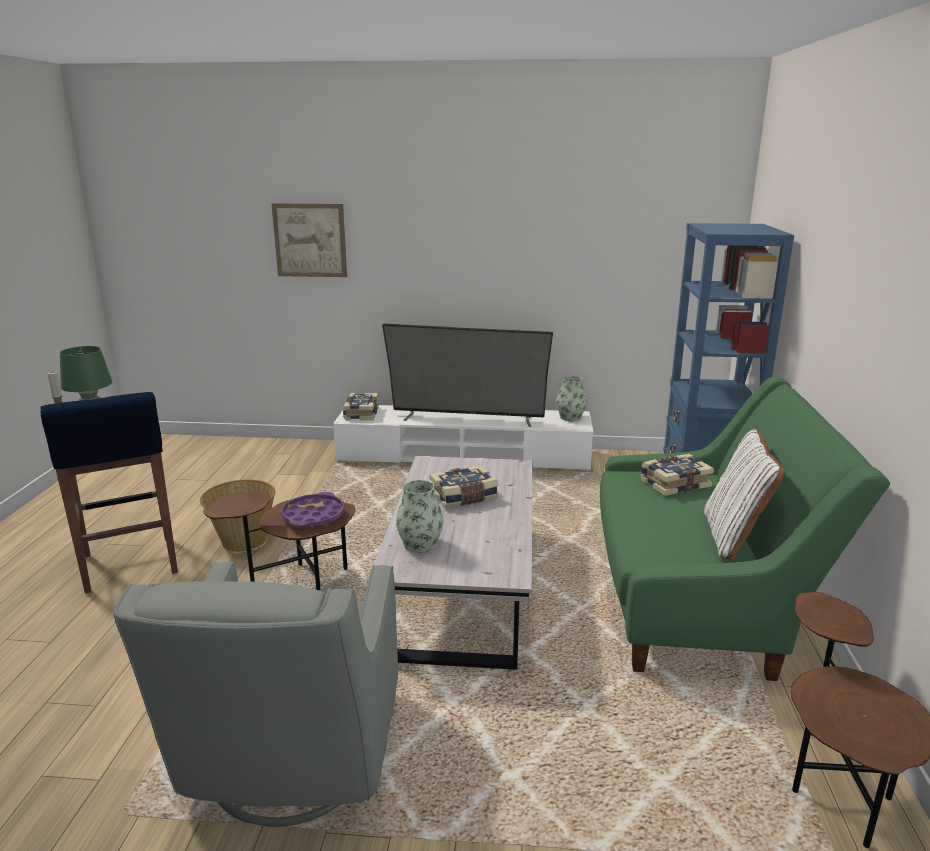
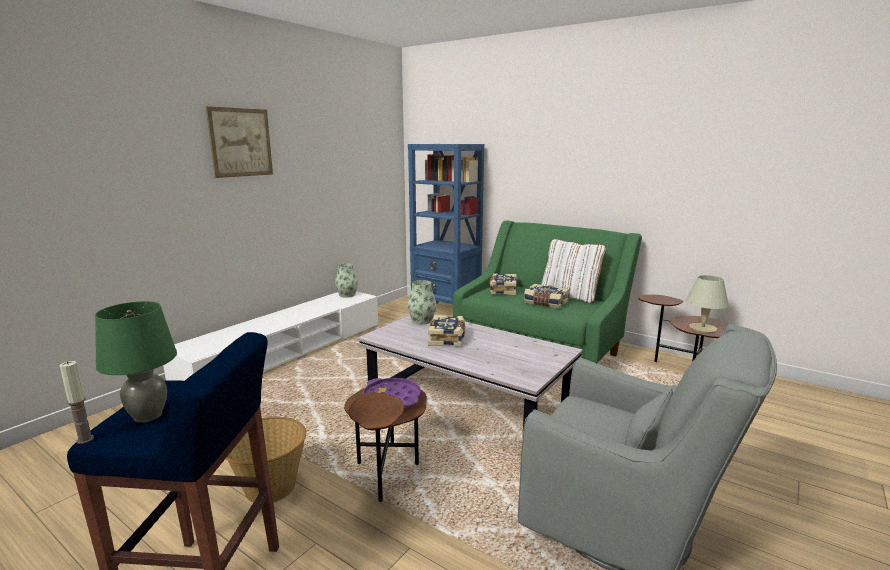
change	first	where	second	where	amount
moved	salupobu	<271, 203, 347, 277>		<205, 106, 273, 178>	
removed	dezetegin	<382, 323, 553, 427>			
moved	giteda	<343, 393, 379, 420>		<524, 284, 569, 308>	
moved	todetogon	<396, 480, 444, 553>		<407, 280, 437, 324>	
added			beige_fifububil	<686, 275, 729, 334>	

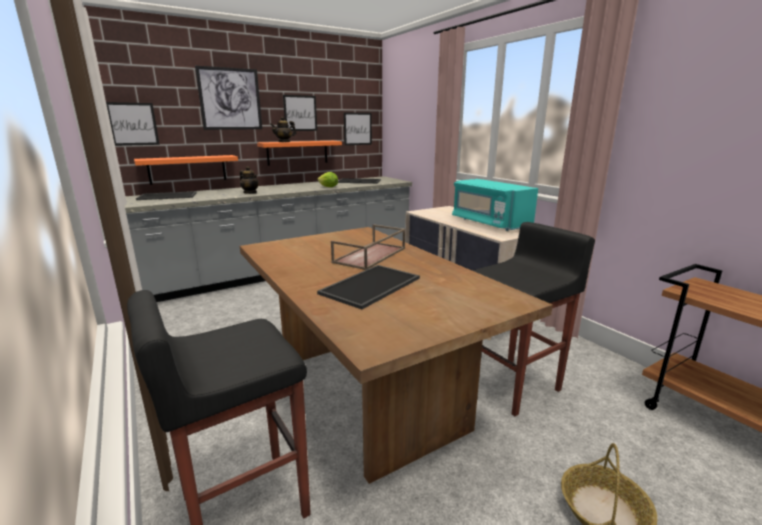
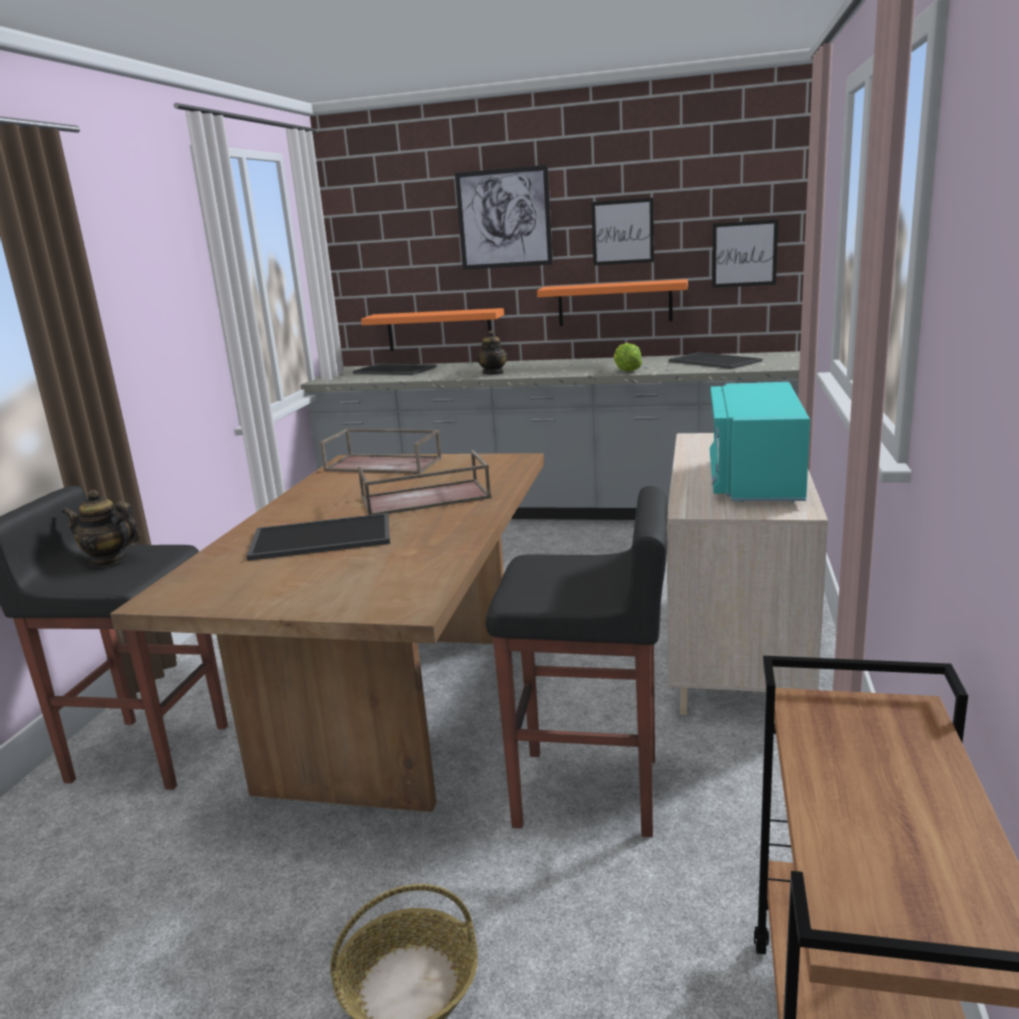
change	first	where	second	where	amount
removed	salupobu	<106, 102, 160, 146>			
moved	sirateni	<270, 117, 297, 142>		<62, 490, 141, 567>	
added			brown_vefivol	<320, 429, 442, 474>	

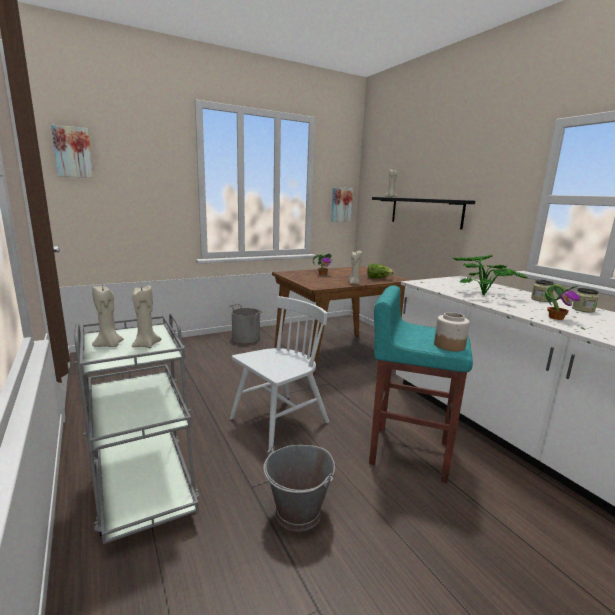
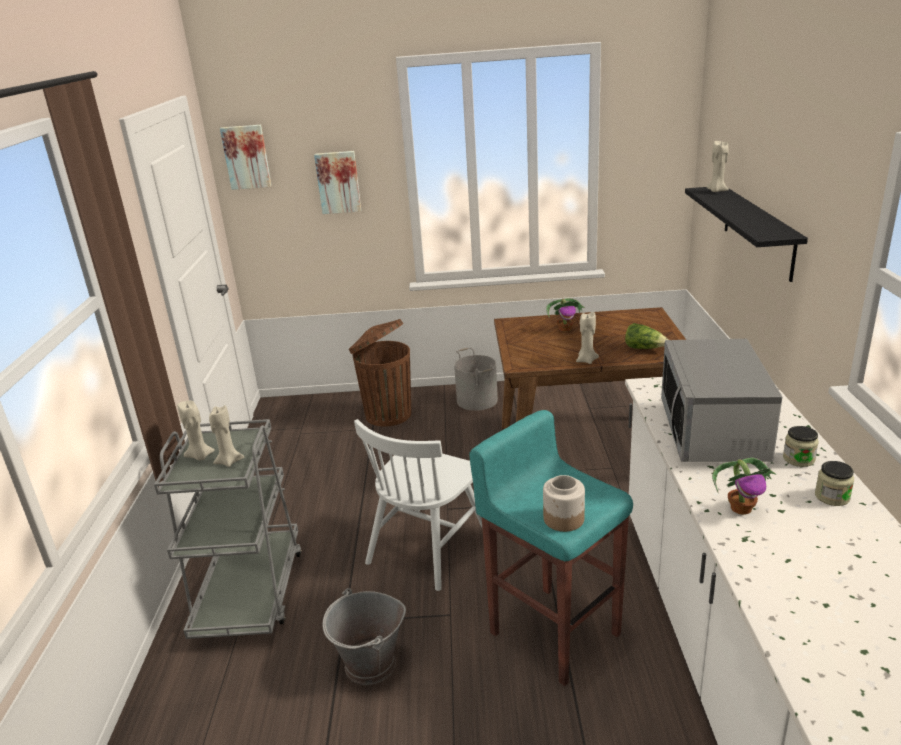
change	first	where	second	where	amount
moved	salupobu	<331, 187, 353, 222>		<314, 151, 361, 214>	
replaced	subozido	<452, 254, 528, 296>	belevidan	<661, 339, 782, 462>	
turned	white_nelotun	<230, 296, 329, 450>		<354, 419, 482, 591>	135 degrees clockwise
added			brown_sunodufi	<349, 319, 411, 427>	

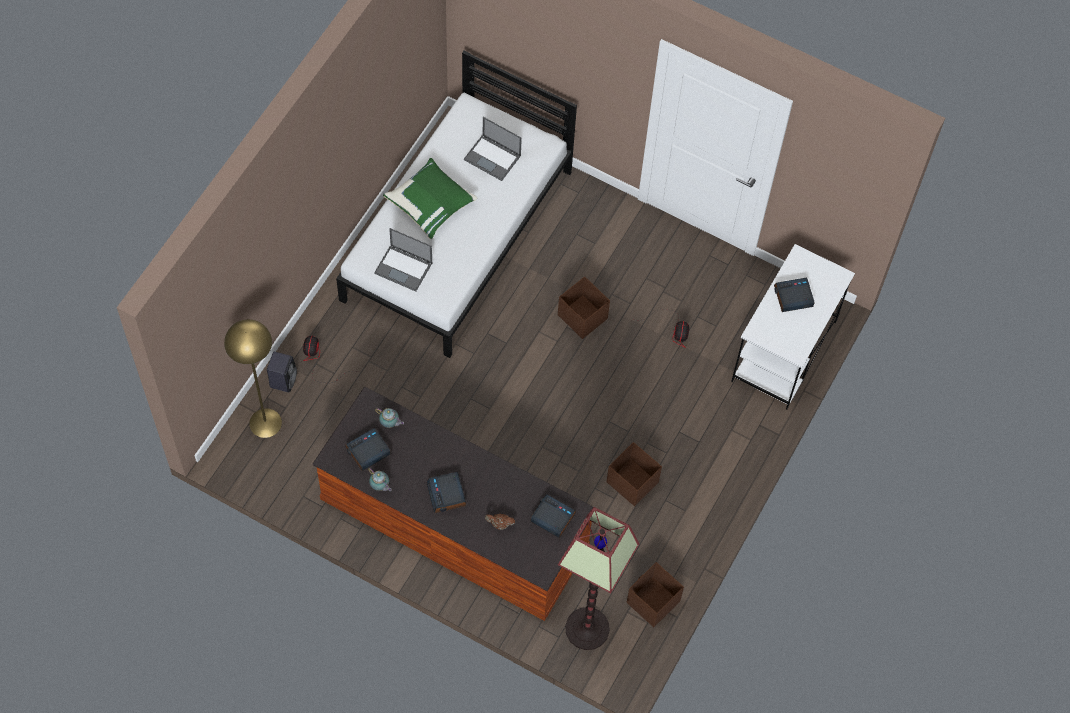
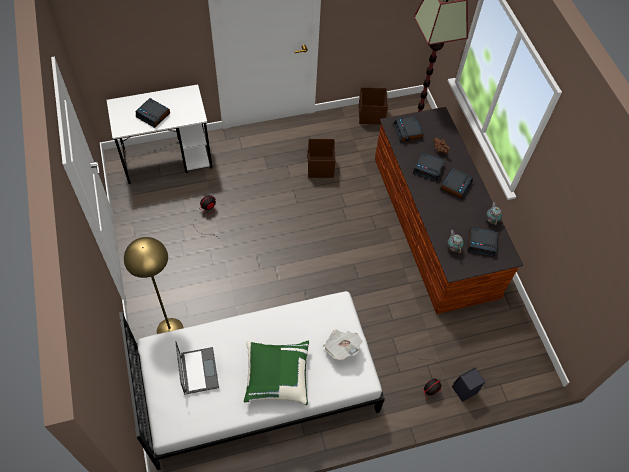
change	first	where	second	where	amount
replaced	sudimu	<374, 228, 432, 292>	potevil	<323, 330, 363, 360>	
removed	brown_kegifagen	<558, 276, 610, 339>			
moved	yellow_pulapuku	<224, 319, 282, 438>		<124, 237, 183, 334>	
added			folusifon	<413, 152, 445, 182>	

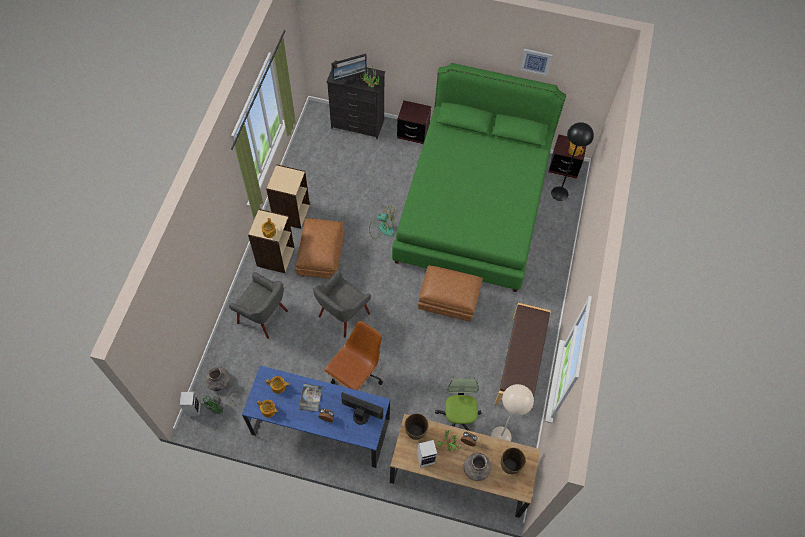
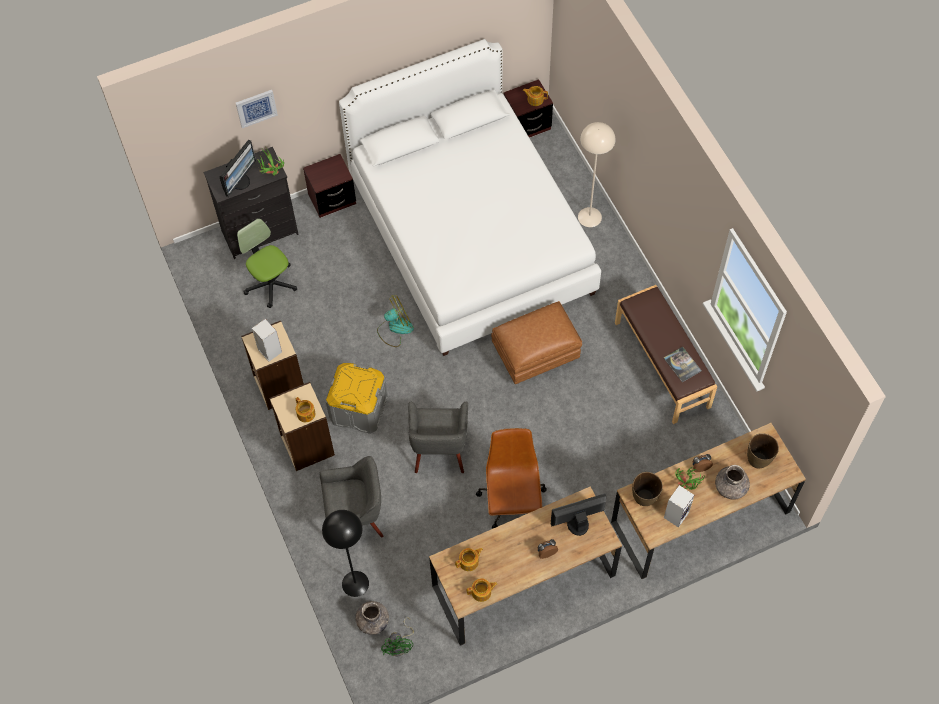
change	first	where	second	where	amount
moved	salupobu	<519, 49, 552, 76>		<236, 90, 278, 128>	
recoloured	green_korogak	<392, 63, 566, 292>	white_korogak	<339, 39, 601, 356>	
moved	black_pulapuku	<551, 122, 594, 201>		<322, 510, 369, 597>	
replaced	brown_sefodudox	<295, 218, 344, 279>	grey_kegifagen	<326, 363, 388, 434>	
recoloured	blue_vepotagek	<242, 365, 390, 468>	brown_vepotagek	<429, 486, 622, 646>	
moved	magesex	<435, 378, 482, 431>		<237, 218, 297, 308>	
moved	giteda	<299, 384, 323, 412>		<664, 347, 702, 382>	
moved	beige_pulapuku	<491, 384, 534, 441>		<578, 122, 615, 227>	
moved	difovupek	<179, 392, 201, 416>		<252, 319, 282, 362>	

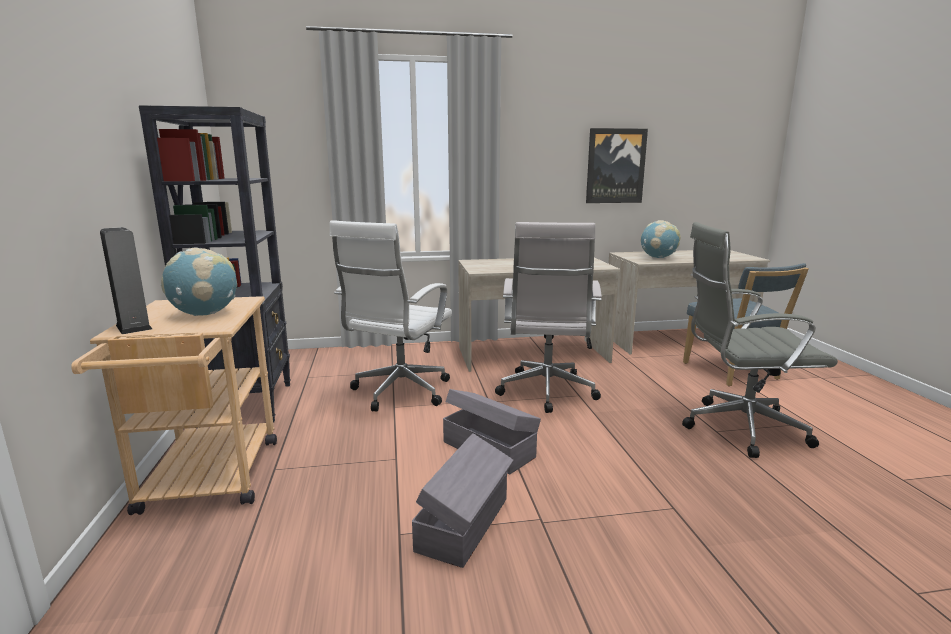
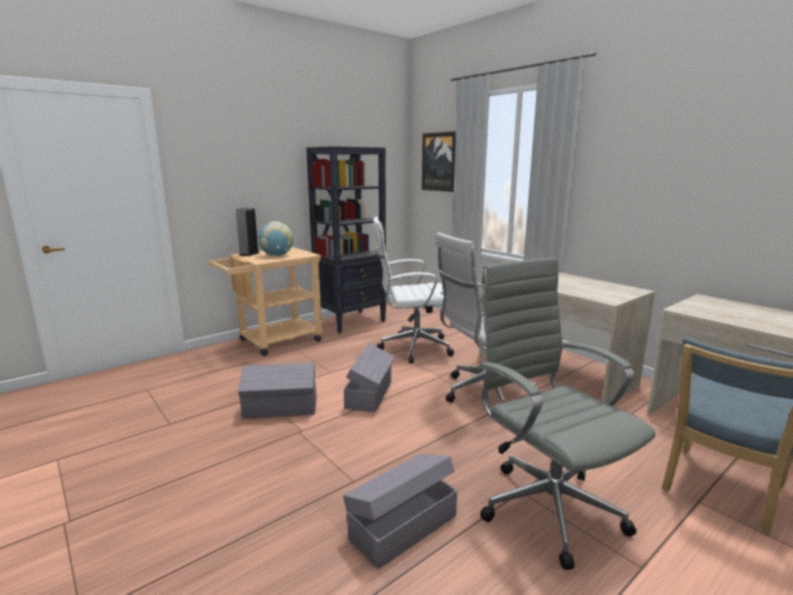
change	first	where	second	where	amount
moved	salupobu	<586, 128, 648, 203>		<422, 131, 456, 192>	
removed	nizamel	<641, 220, 681, 258>			
added			grey_kegifagen	<343, 454, 457, 569>	

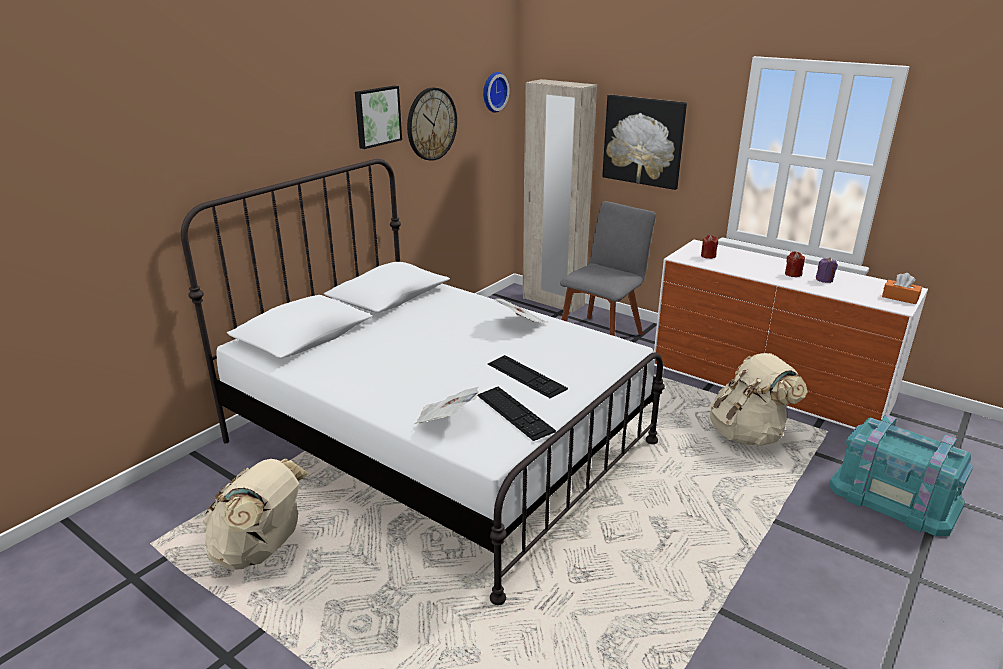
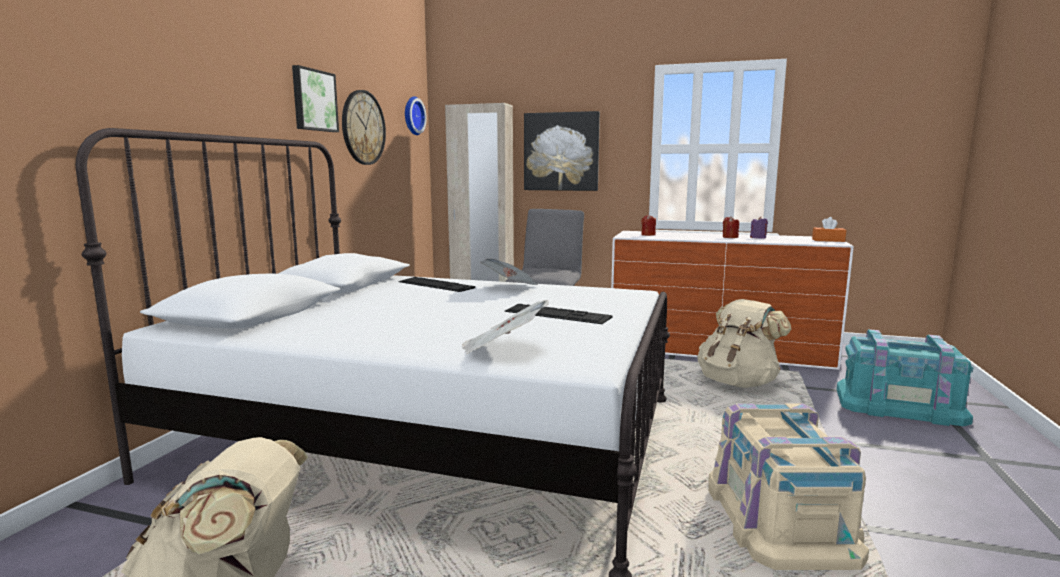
change	first	where	second	where	amount
moved	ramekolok	<477, 387, 556, 441>		<399, 277, 475, 292>	
added			beige_kegifagen	<708, 403, 869, 570>	

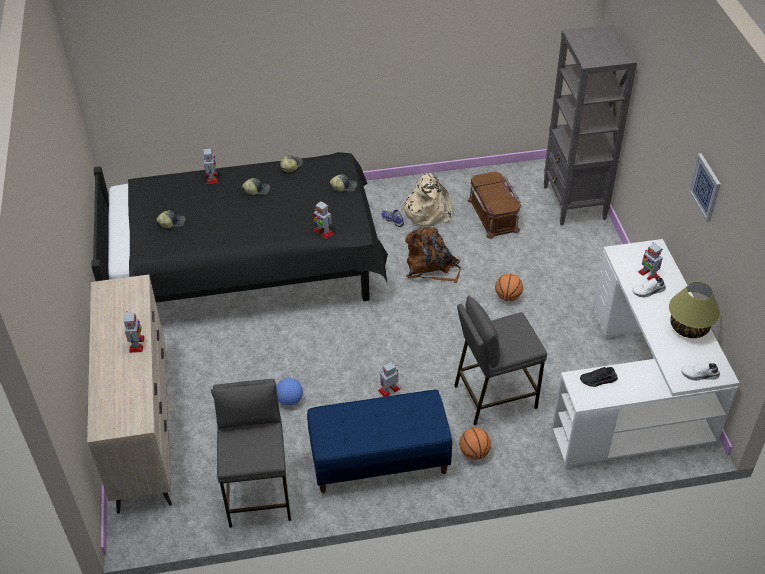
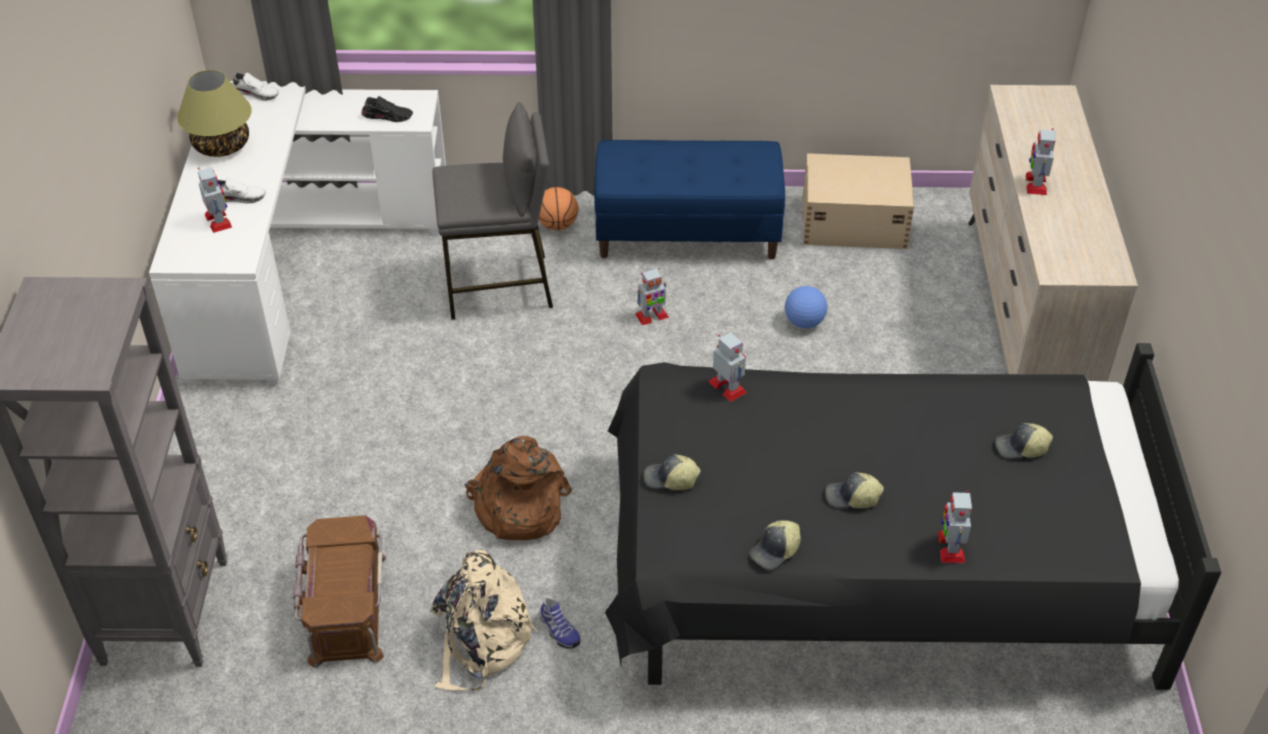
change	first	where	second	where	amount
removed	salupobu	<689, 153, 721, 222>			
removed	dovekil	<495, 274, 523, 301>			
replaced	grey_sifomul	<211, 379, 291, 528>	beige_kegifagen	<803, 153, 914, 249>	

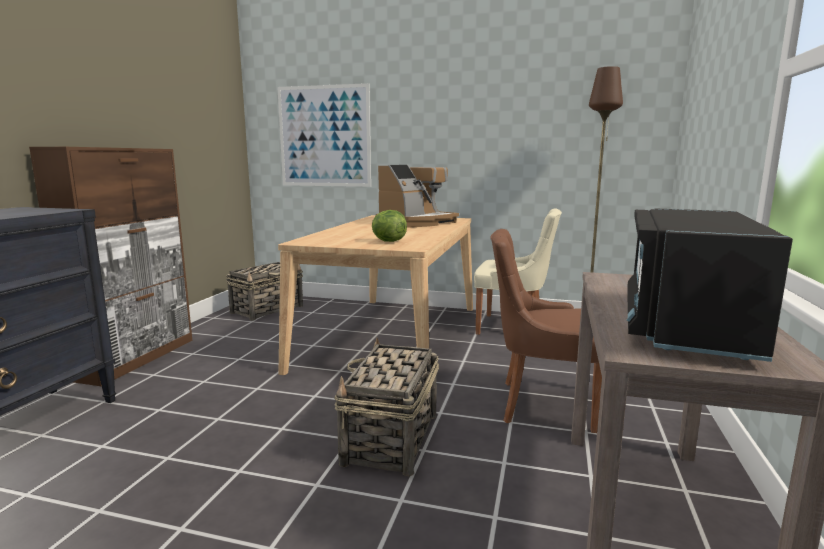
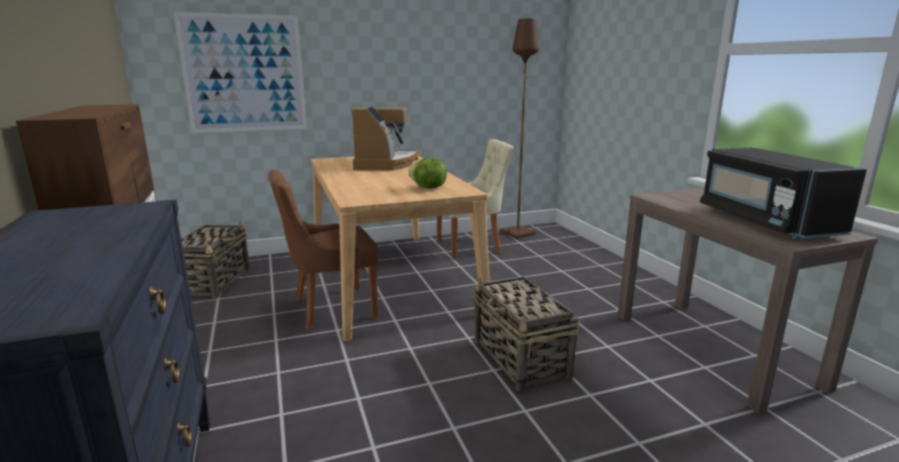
change	first	where	second	where	amount
moved	brown_nelotun	<490, 229, 602, 433>		<268, 170, 379, 330>	

